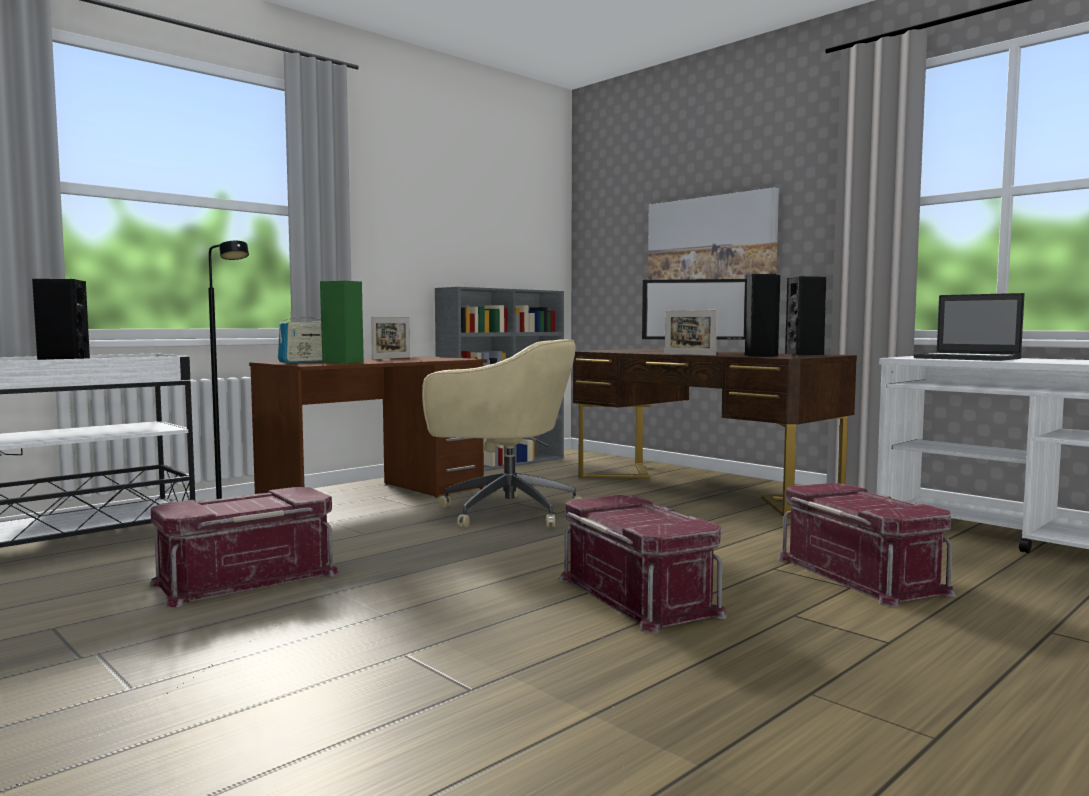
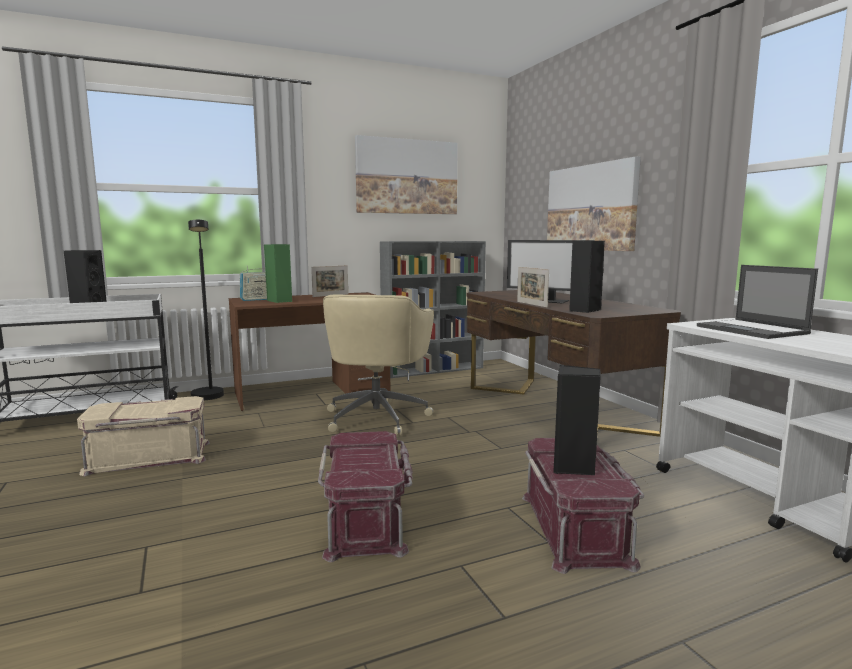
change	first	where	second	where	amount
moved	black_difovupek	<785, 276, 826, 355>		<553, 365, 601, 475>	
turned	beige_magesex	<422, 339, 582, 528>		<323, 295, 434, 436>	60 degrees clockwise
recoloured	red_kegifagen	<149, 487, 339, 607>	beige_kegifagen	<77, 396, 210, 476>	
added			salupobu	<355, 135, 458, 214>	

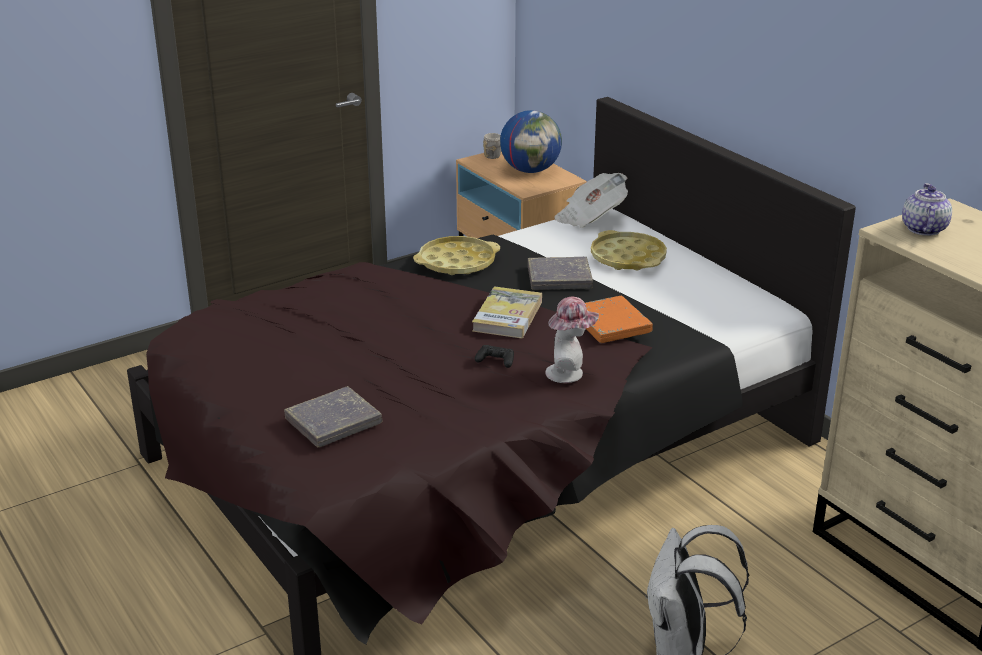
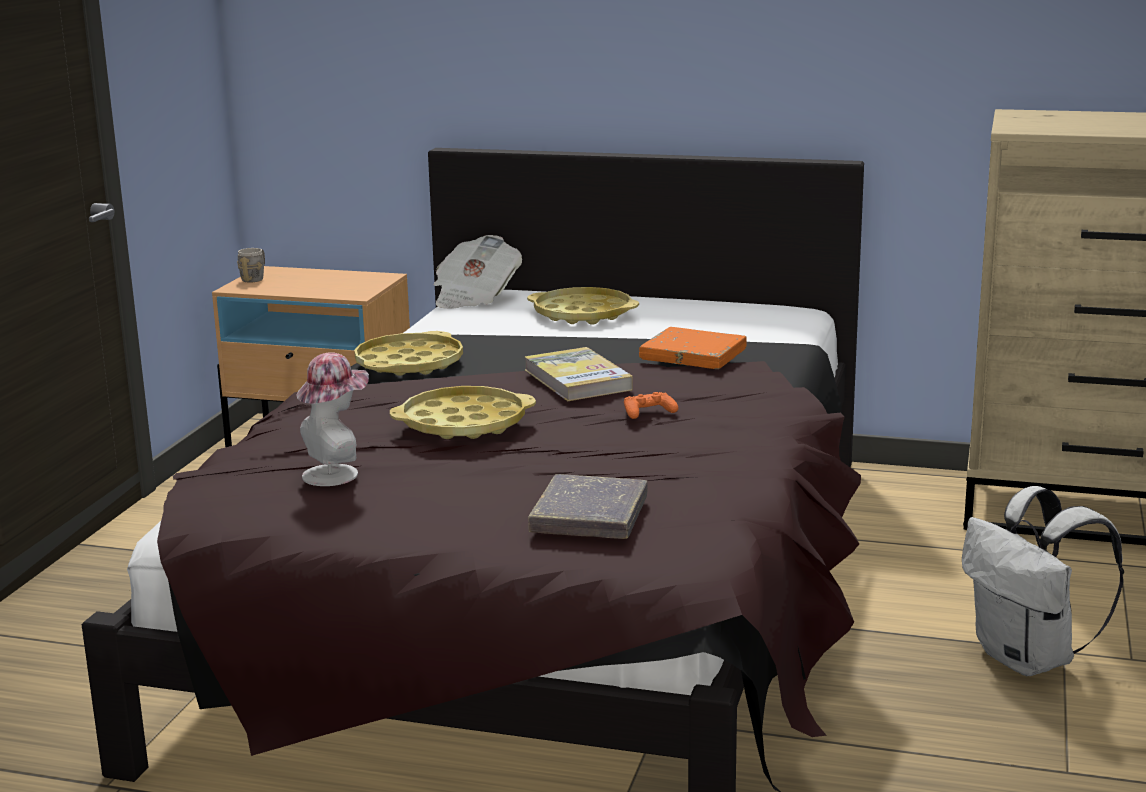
change	first	where	second	where	amount
removed	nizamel	<500, 110, 562, 173>			
removed	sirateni	<902, 183, 952, 236>			
removed	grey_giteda	<528, 257, 593, 290>			
moved	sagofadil	<545, 297, 599, 383>		<296, 352, 369, 486>	
recoloured	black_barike	<475, 345, 514, 368>	orange_barike	<624, 392, 678, 419>	
added			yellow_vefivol	<390, 386, 536, 439>	

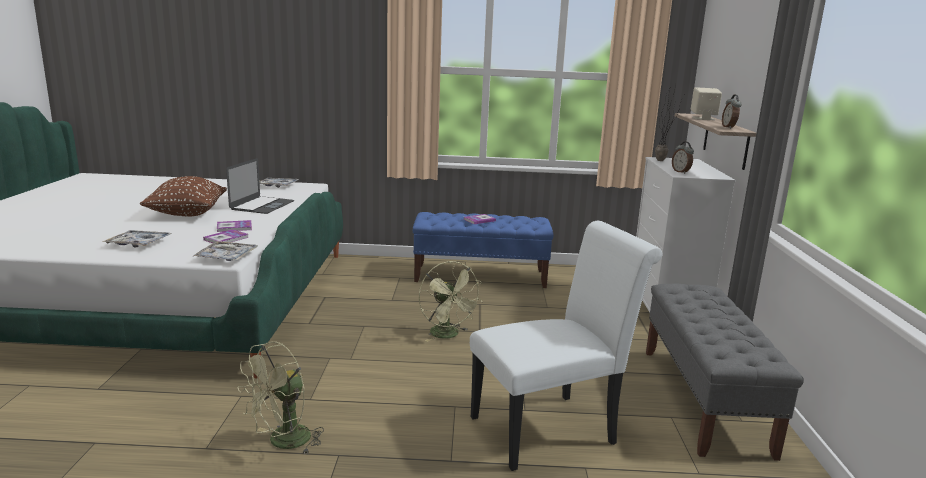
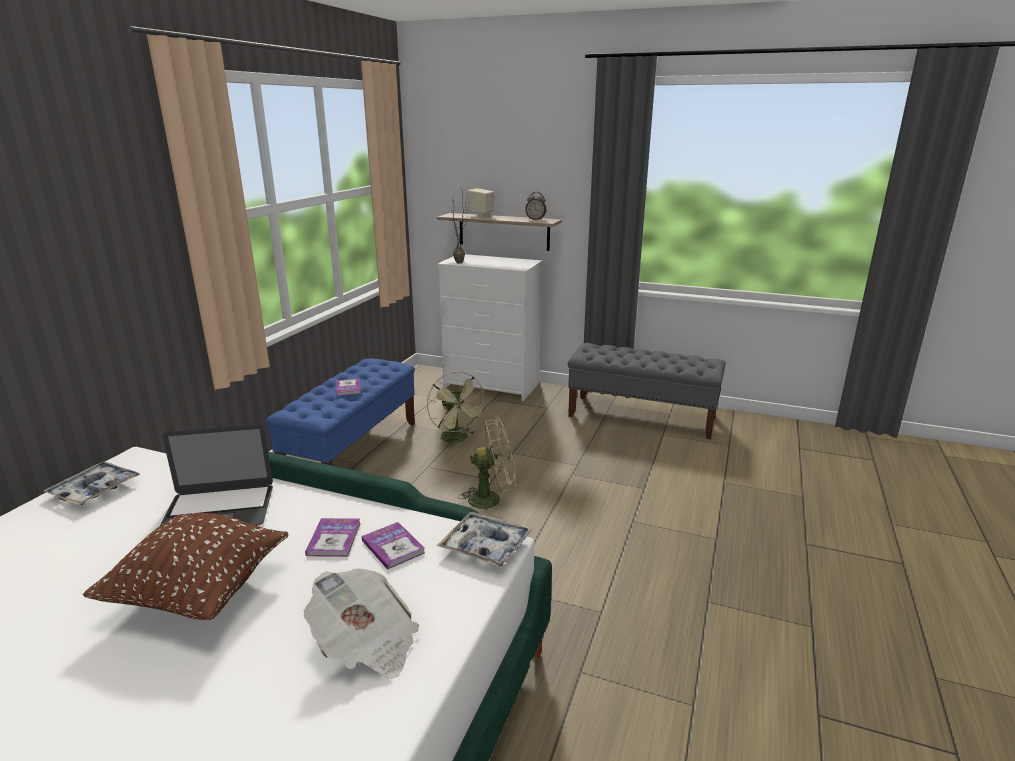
change	first	where	second	where	amount
removed	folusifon	<672, 142, 694, 174>			
turned	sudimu	<226, 158, 294, 214>		<160, 425, 273, 526>	135 degrees clockwise
removed	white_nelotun	<470, 221, 662, 471>			
replaced	vefivol	<102, 230, 172, 248>	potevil	<304, 569, 419, 679>	
moved	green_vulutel	<237, 341, 324, 454>		<427, 372, 487, 446>	

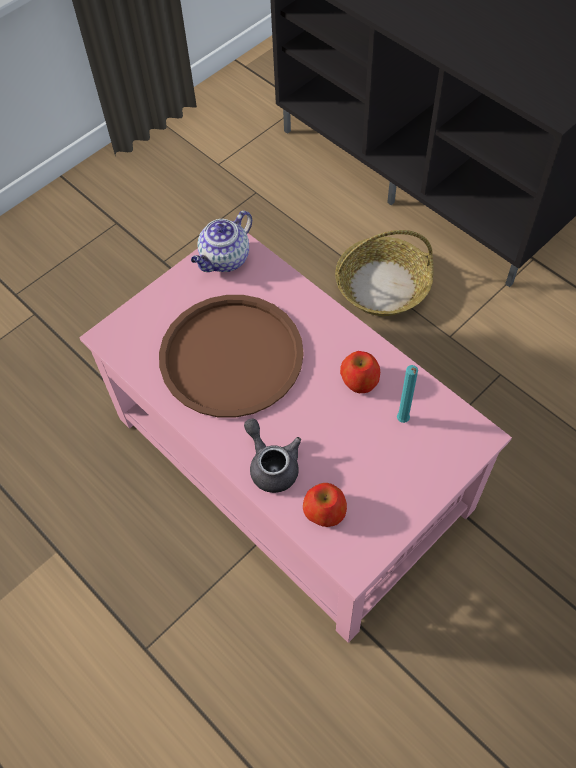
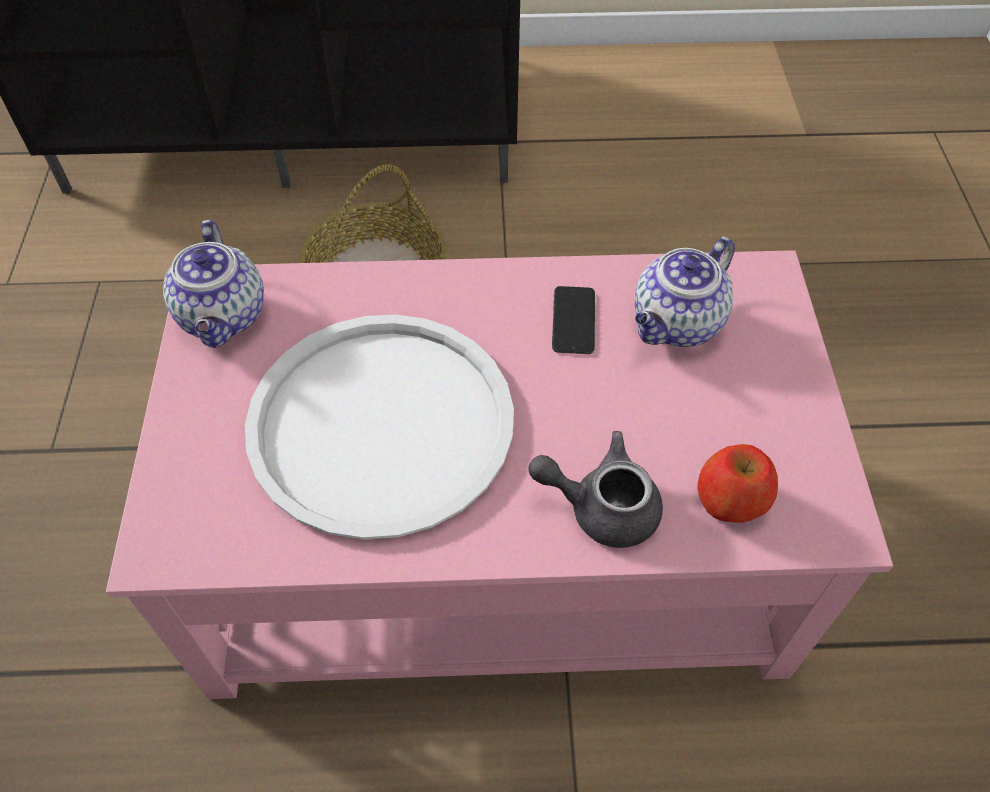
change	first	where	second	where	amount
recoloured	brown_vefivol	<159, 295, 304, 418>	white_vefivol	<245, 314, 514, 540>	
replaced	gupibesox	<340, 351, 380, 393>	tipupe	<552, 286, 595, 354>	
replaced	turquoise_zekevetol	<397, 365, 418, 423>	sirateni	<635, 237, 735, 347>	

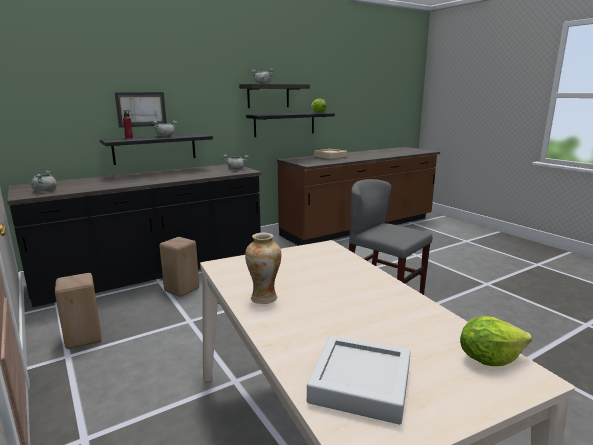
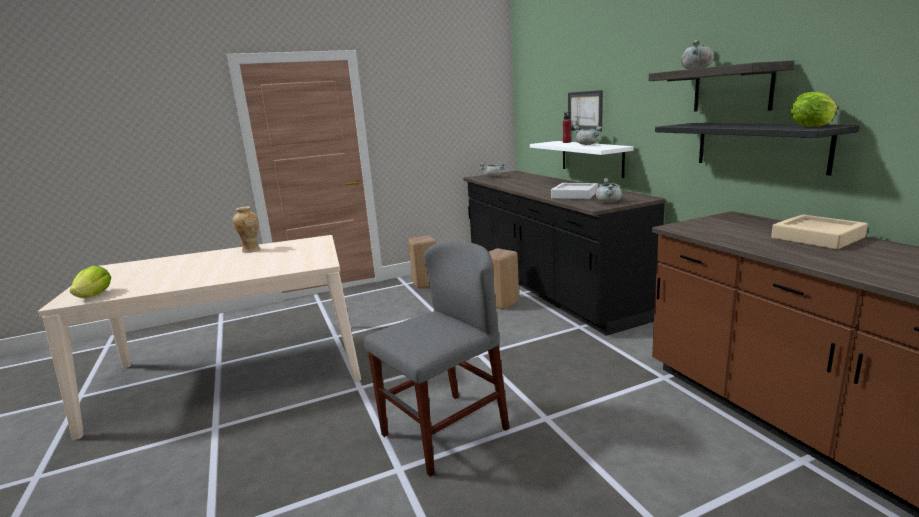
change	first	where	second	where	amount
recoloured	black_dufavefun	<100, 134, 213, 165>	white_dufavefun	<530, 141, 634, 178>	
moved	grey_vefivol	<307, 336, 411, 425>		<551, 183, 598, 199>	

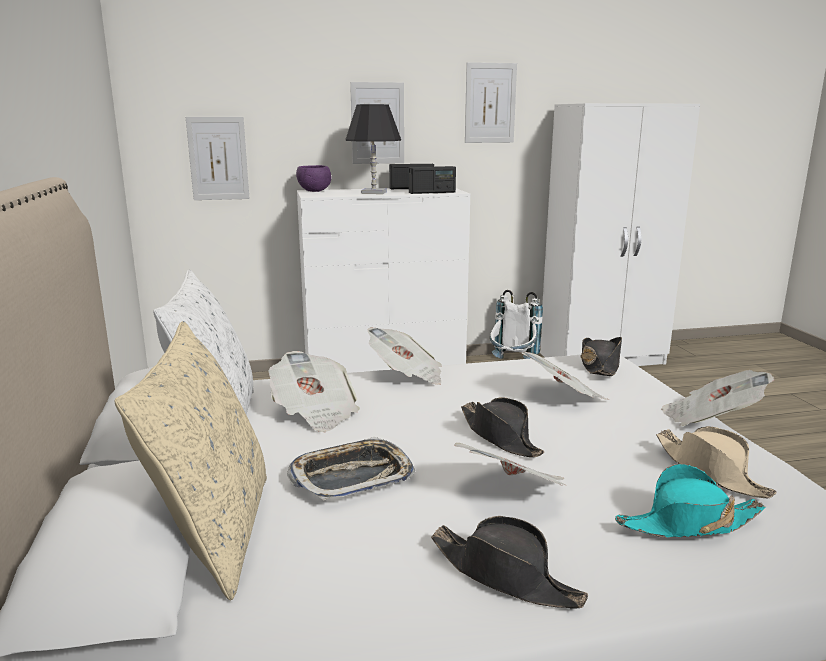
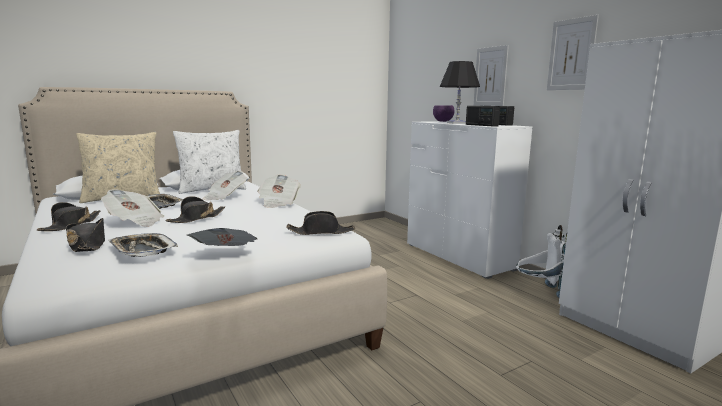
change	first	where	second	where	amount
removed	salupobu	<186, 117, 250, 200>			
removed	potevil	<522, 352, 609, 400>			
replaced	beige_sagofadil	<656, 427, 777, 498>	vefivol	<109, 233, 178, 257>	
recoloured	turquoise_sagofadil	<615, 464, 765, 538>	black_sagofadil	<66, 218, 105, 252>	

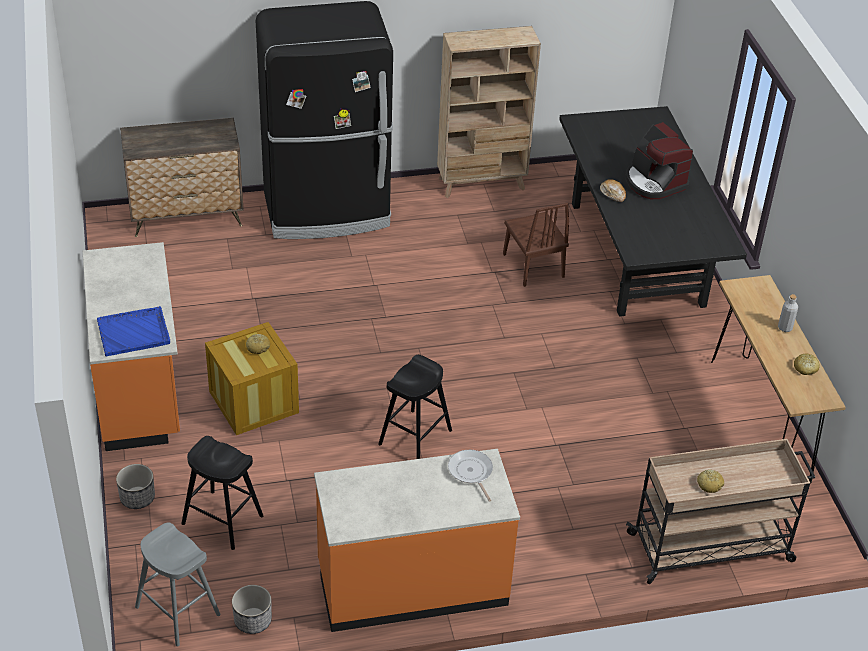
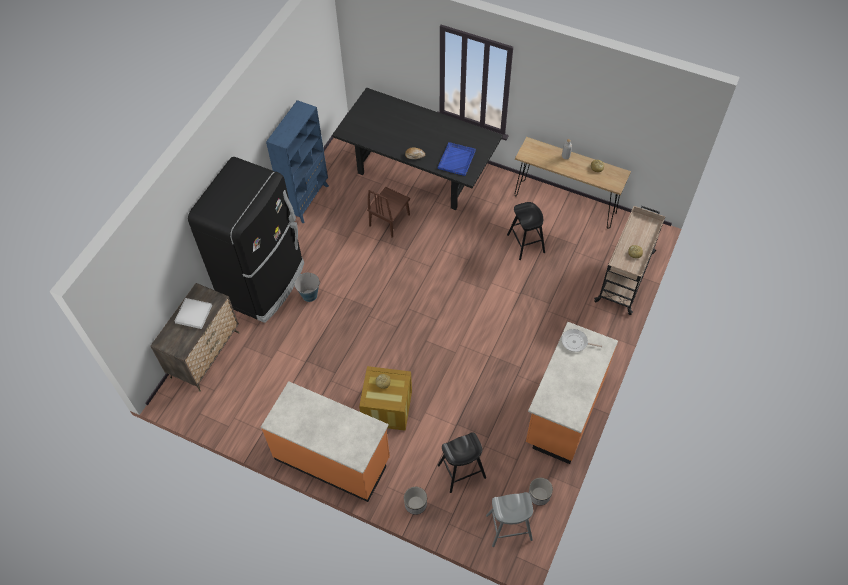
change	first	where	second	where	amount
recoloured	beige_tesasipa	<437, 26, 541, 198>	blue_tesasipa	<266, 100, 329, 223>	
removed	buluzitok	<625, 122, 693, 199>			
turned	brown_nelotun	<503, 203, 569, 287>		<367, 187, 410, 238>	105 degrees clockwise
moved	blue_vefivol	<97, 306, 170, 356>		<438, 142, 476, 176>	
moved	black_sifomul	<378, 355, 452, 459>		<507, 202, 545, 260>	
added			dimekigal	<295, 273, 321, 302>	
added			white_vefivol	<175, 298, 212, 329>	

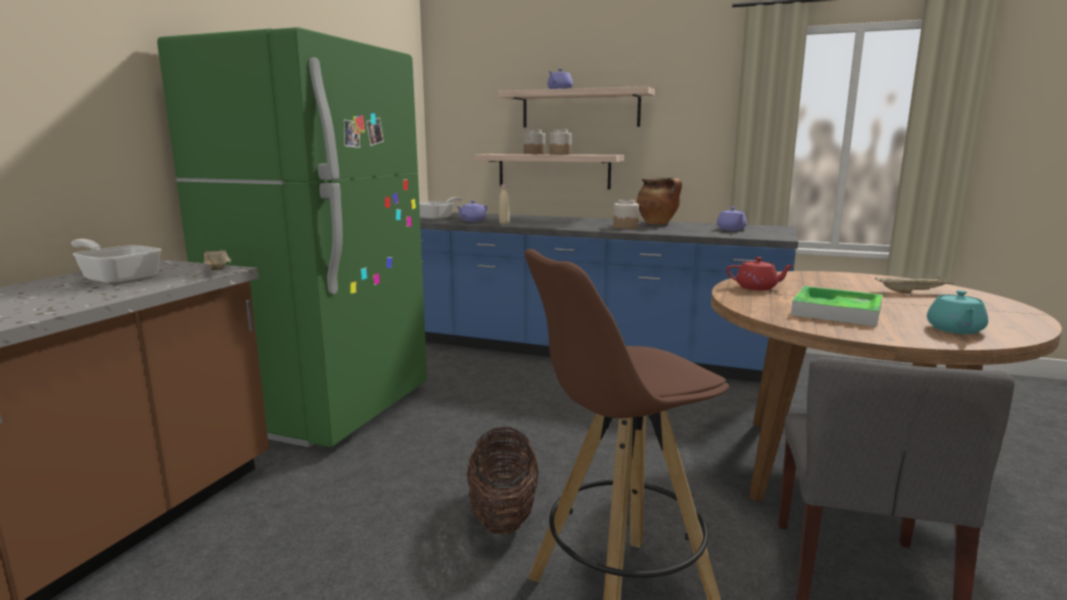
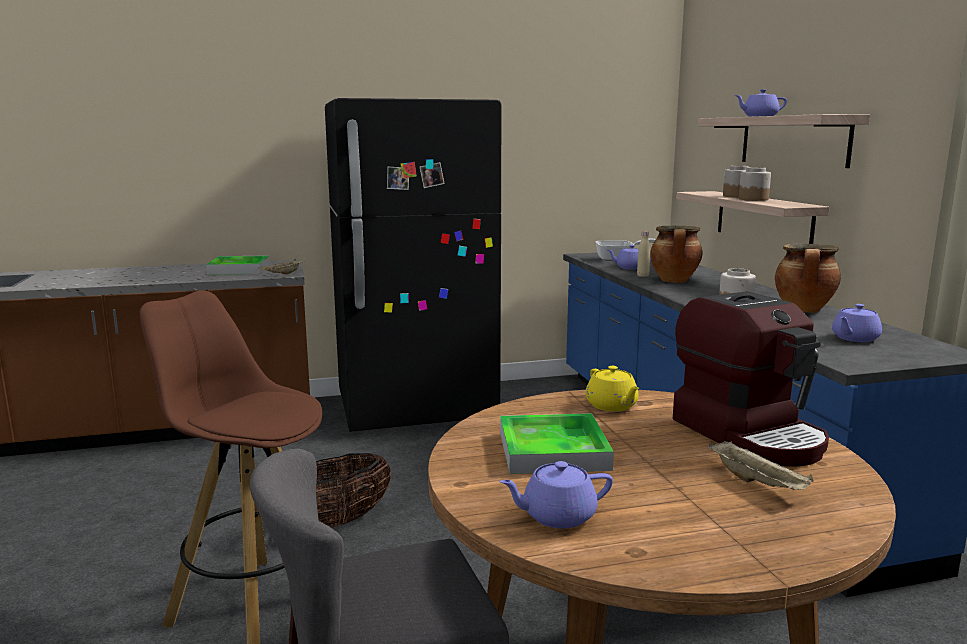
change	first	where	second	where	amount
recoloured	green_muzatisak	<157, 27, 427, 447>	black_muzatisak	<325, 98, 501, 432>	
replaced	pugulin	<71, 239, 162, 285>	vefivol	<206, 255, 269, 275>	
recoloured	red_sirateni	<727, 257, 795, 291>	yellow_sirateni	<585, 366, 639, 411>	
recoloured	turquoise_sirateni	<927, 290, 988, 334>	purple_sirateni	<499, 461, 613, 528>	
added			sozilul	<650, 226, 703, 283>	
added			buluzitok	<673, 291, 829, 467>	

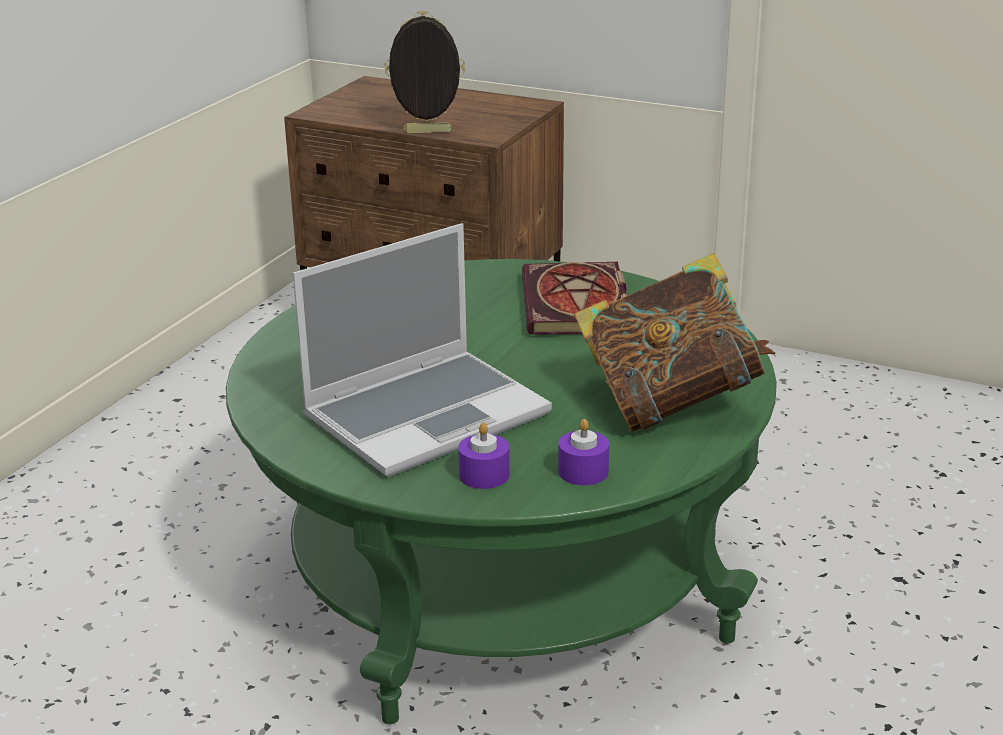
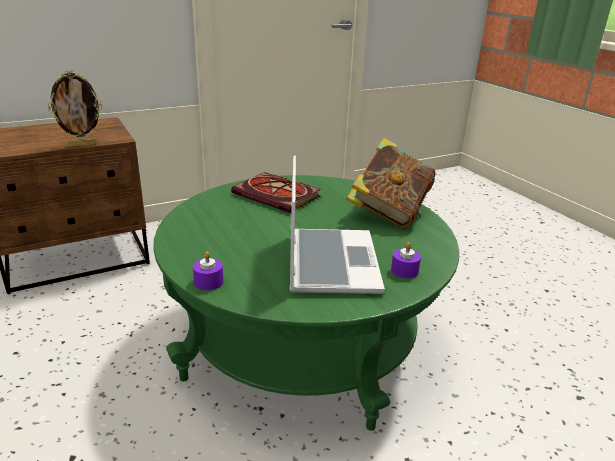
change	first	where	second	where	amount
turned	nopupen	<384, 11, 465, 133>		<48, 70, 102, 147>	150 degrees counterclockwise
moved	purple_zekevetol	<558, 419, 609, 485>		<193, 252, 223, 290>	

